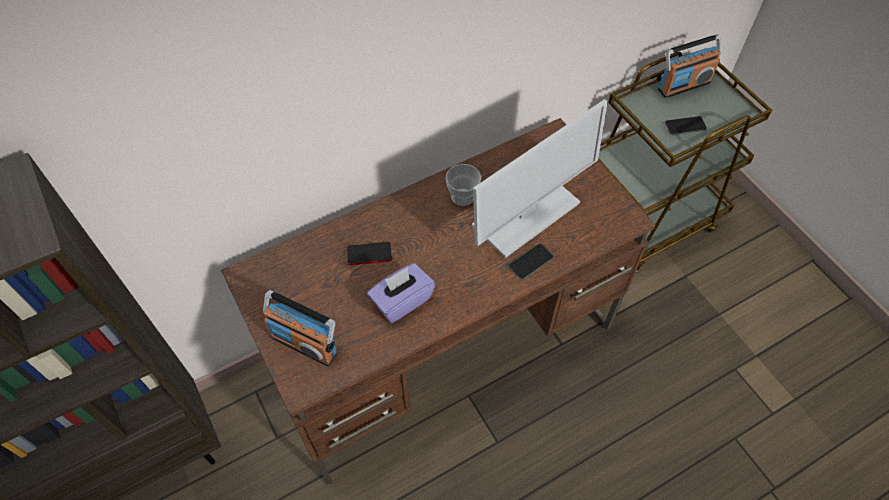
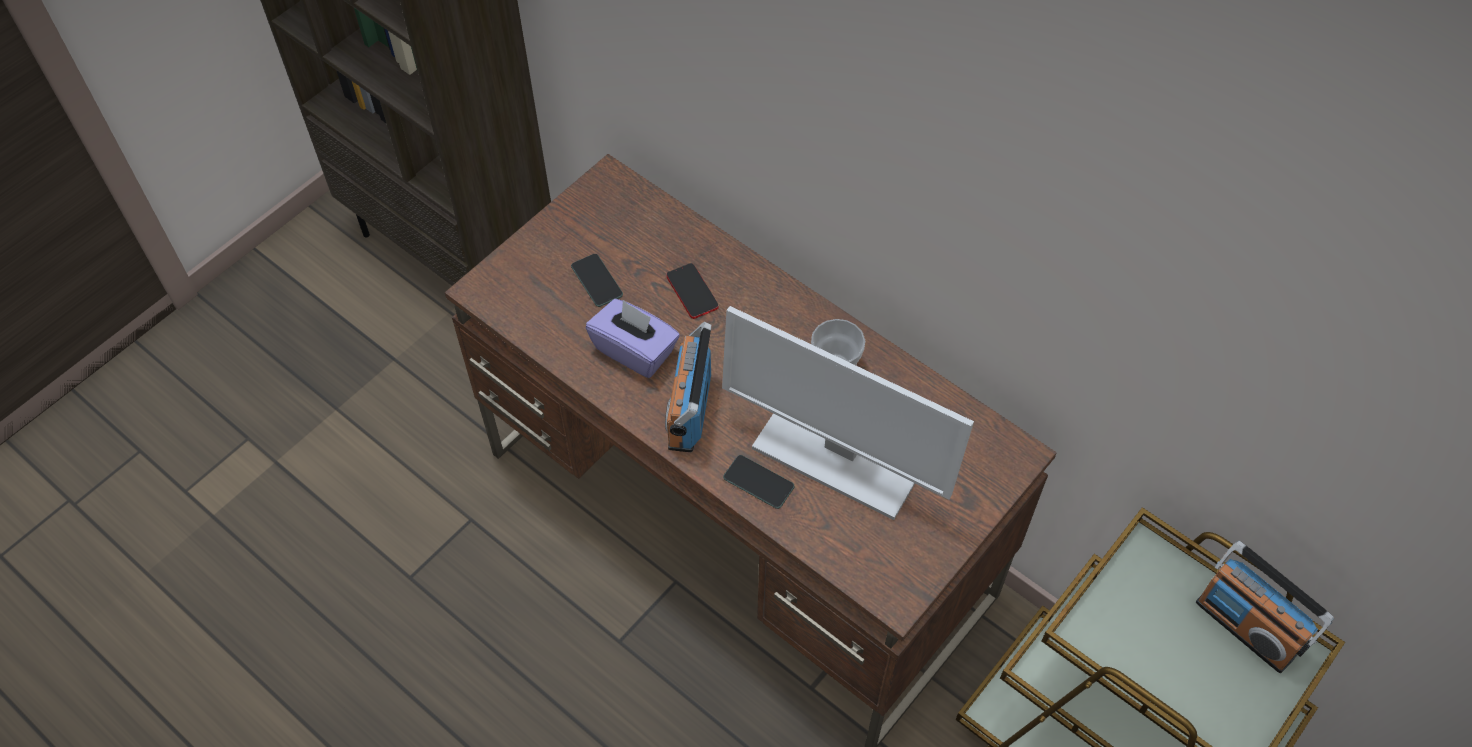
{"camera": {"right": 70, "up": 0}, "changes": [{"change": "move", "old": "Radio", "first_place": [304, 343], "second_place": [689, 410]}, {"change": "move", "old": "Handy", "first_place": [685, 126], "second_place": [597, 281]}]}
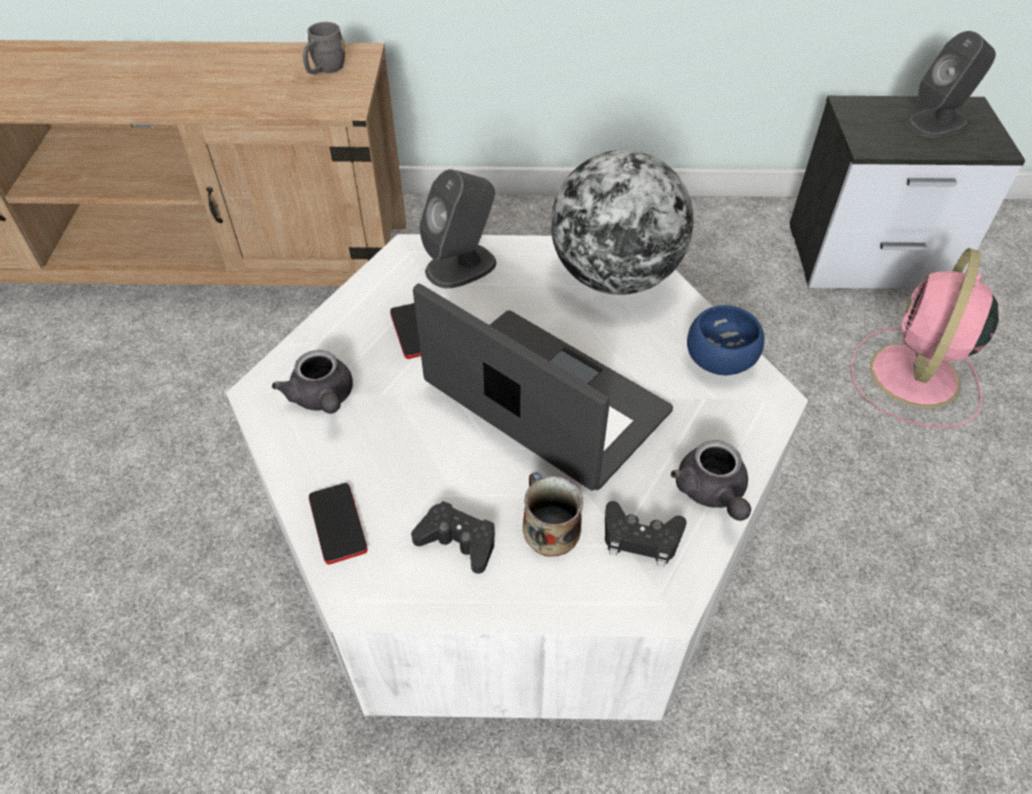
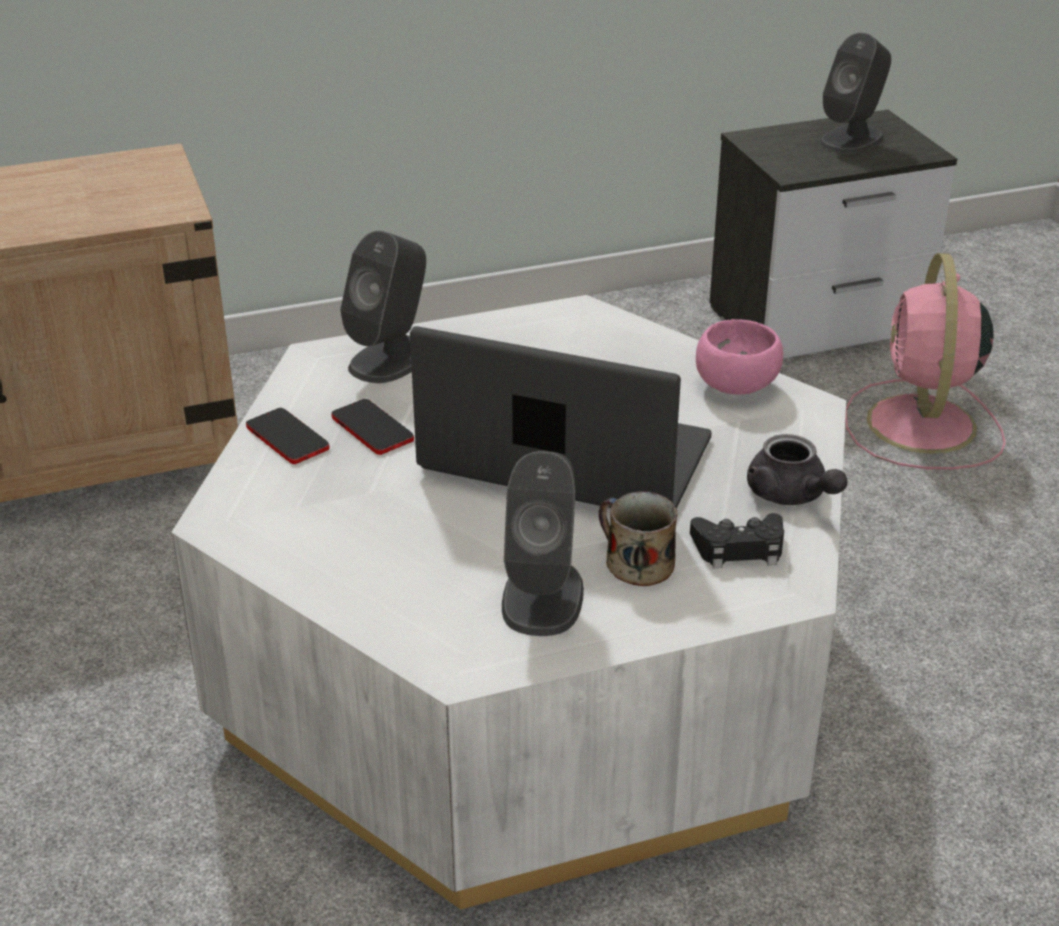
{"camera": {"right": -20, "up": -15}, "changes": [{"change": "delete", "old": "Teekanne/grau", "first_place": [323, 399]}, {"change": "delete", "old": "Henkelbecher/grau", "first_place": [325, 70]}, {"change": "delete", "old": "Globus", "first_place": [615, 277]}, {"change": "move", "old": "Handy", "first_place": [338, 523], "second_place": [287, 438]}, {"change": "replace", "old": "Gamepad/schwarz", "new": "Lautsprecher/grau", "first_place": [458, 541], "second_place": [542, 596]}, {"change": "recolor", "old": "Schüssel/blau", "new": "Schüssel/rosa", "first_place": [721, 361], "second_place": [738, 386]}]}
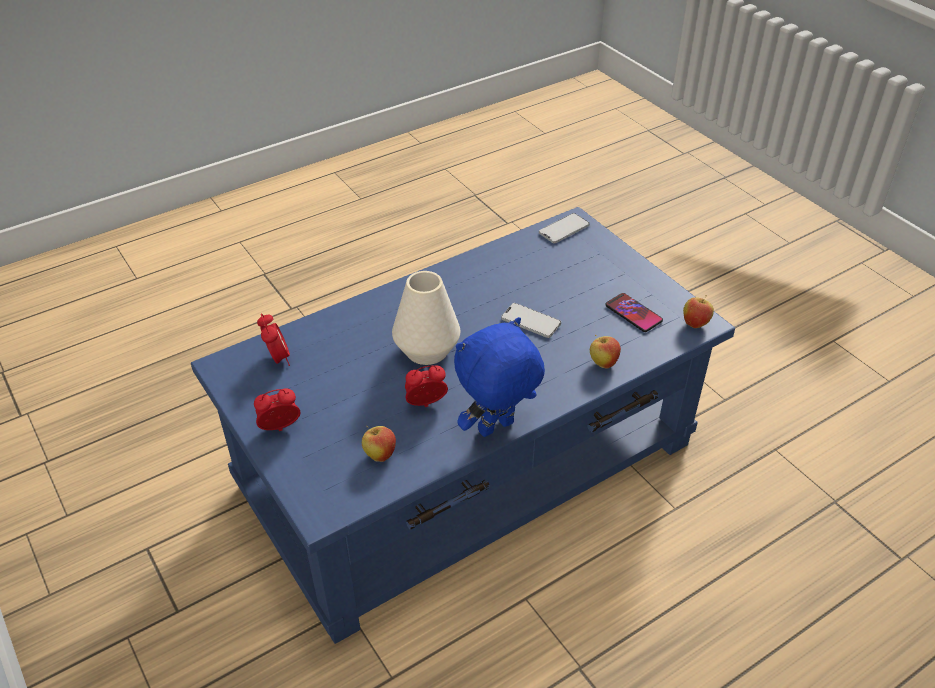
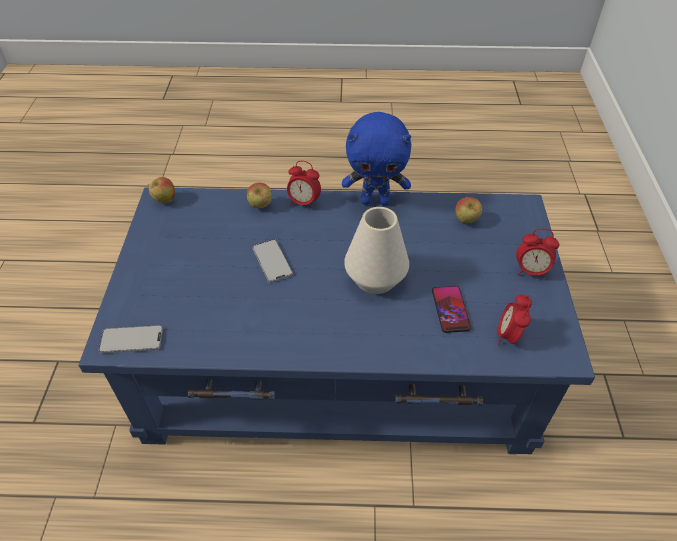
{"camera": {"right": -145, "up": 5}, "changes": [{"change": "move", "old": "Wecker", "first_place": [426, 405], "second_place": [304, 203]}, {"change": "move", "old": "Handy", "first_place": [633, 313], "second_place": [450, 309]}]}
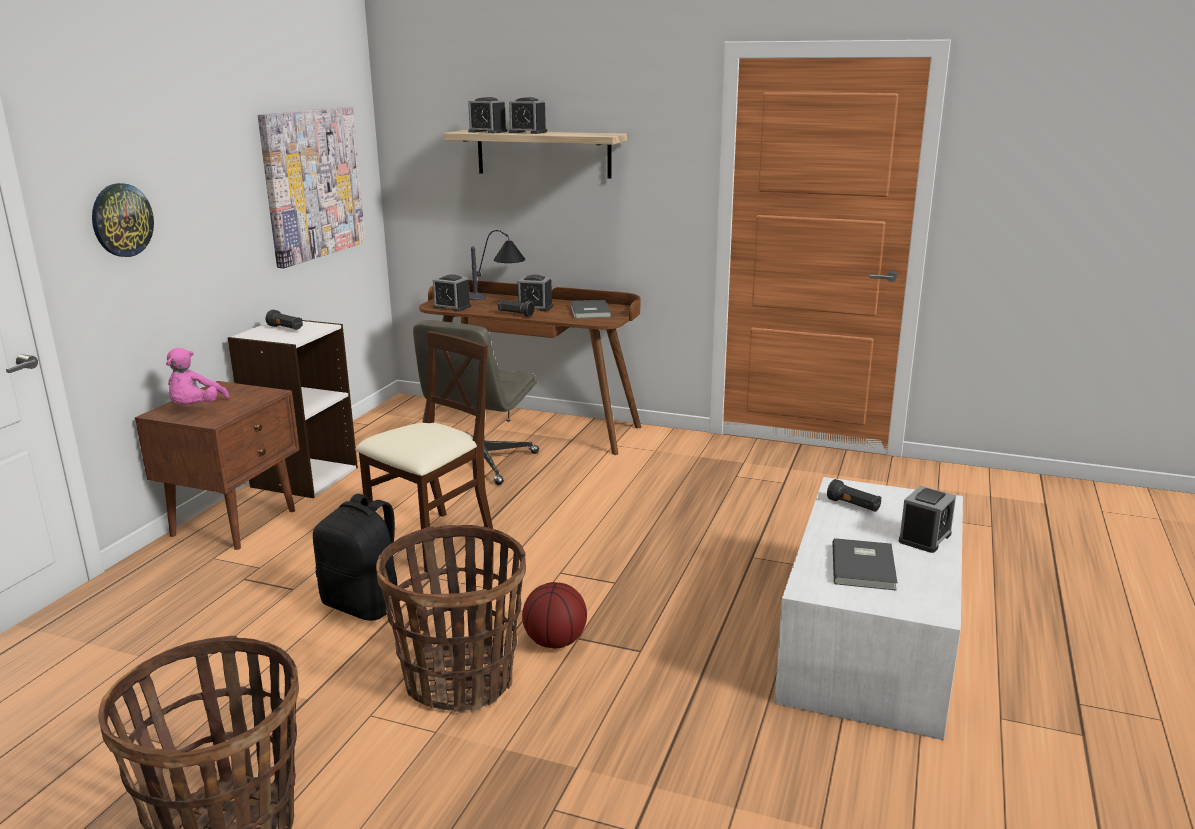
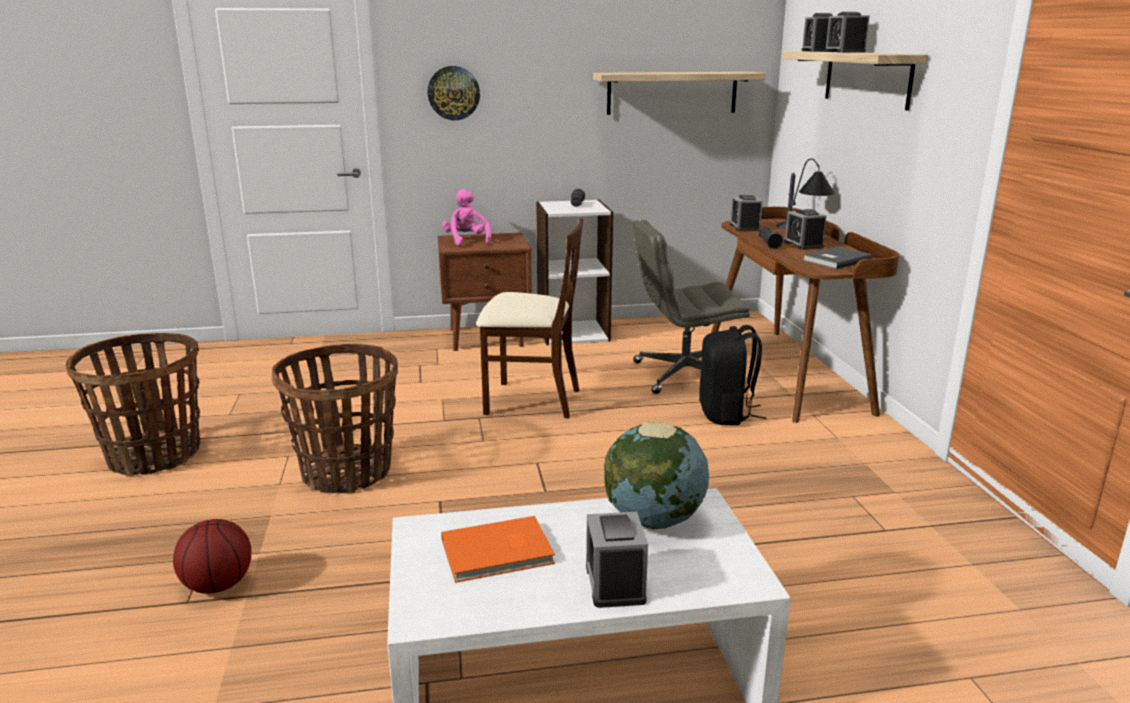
{"camera": {"right": 60, "up": 0}, "changes": [{"change": "move", "old": "Rucksack/schwarz", "first_place": [365, 605], "second_place": [726, 414]}, {"change": "move", "old": "Basketball", "first_place": [554, 642], "second_place": [217, 585]}, {"change": "replace", "old": "Bild", "new": "Wandregal", "first_place": [312, 184], "second_place": [672, 93]}, {"change": "replace", "old": "Taschenlampe/schwarz", "new": "Globus", "first_place": [853, 506], "second_place": [654, 520]}, {"change": "recolor", "old": "Buch/grau", "new": "Buch/orange", "first_place": [865, 566], "second_place": [499, 553]}, {"change": "rotate", "old": "Plüschtier/rosa", "first_place": [195, 408], "second_place": [466, 241], "degrees": 90}, {"change": "rotate", "old": "Wecker", "first_place": [924, 538], "second_place": [615, 583], "degrees": 75}]}
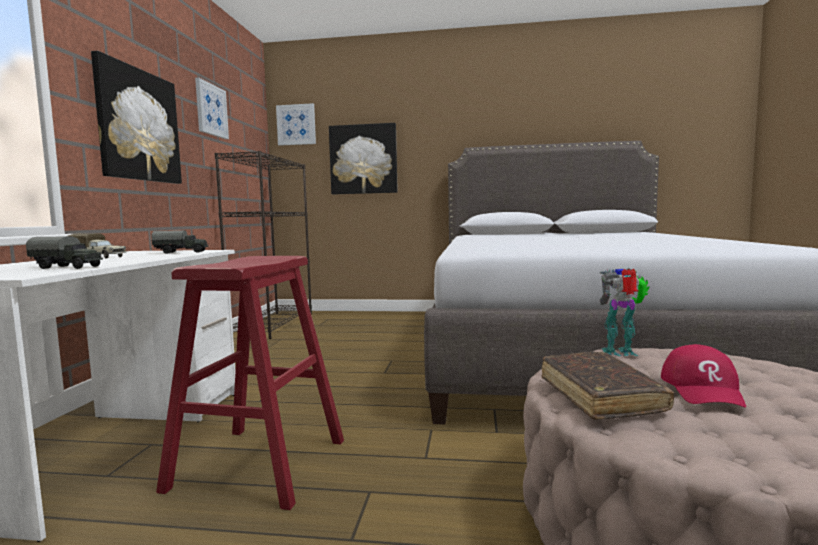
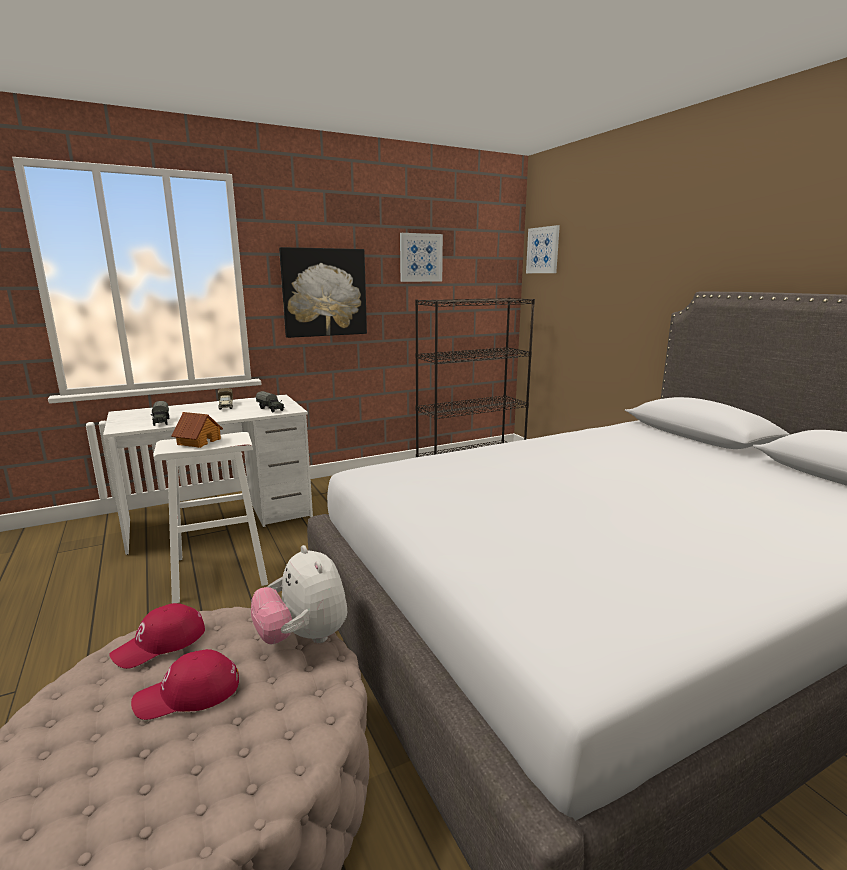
{"camera": {"right": 55, "up": 10}, "changes": [{"change": "delete", "old": "Bild", "first_place": [363, 159]}, {"change": "insert", "new": "Spielzeughaus", "second_place": [198, 441]}, {"change": "replace", "old": "Buch/braun", "new": "Kappe/rot", "first_place": [600, 395], "second_place": [160, 643]}, {"change": "replace", "old": "Spielzeugroboter", "new": "Plüschtier", "first_place": [621, 353], "second_place": [303, 637]}, {"change": "recolor", "old": "Hocker/rot", "new": "Hocker/weiß", "first_place": [259, 464], "second_place": [219, 571]}]}
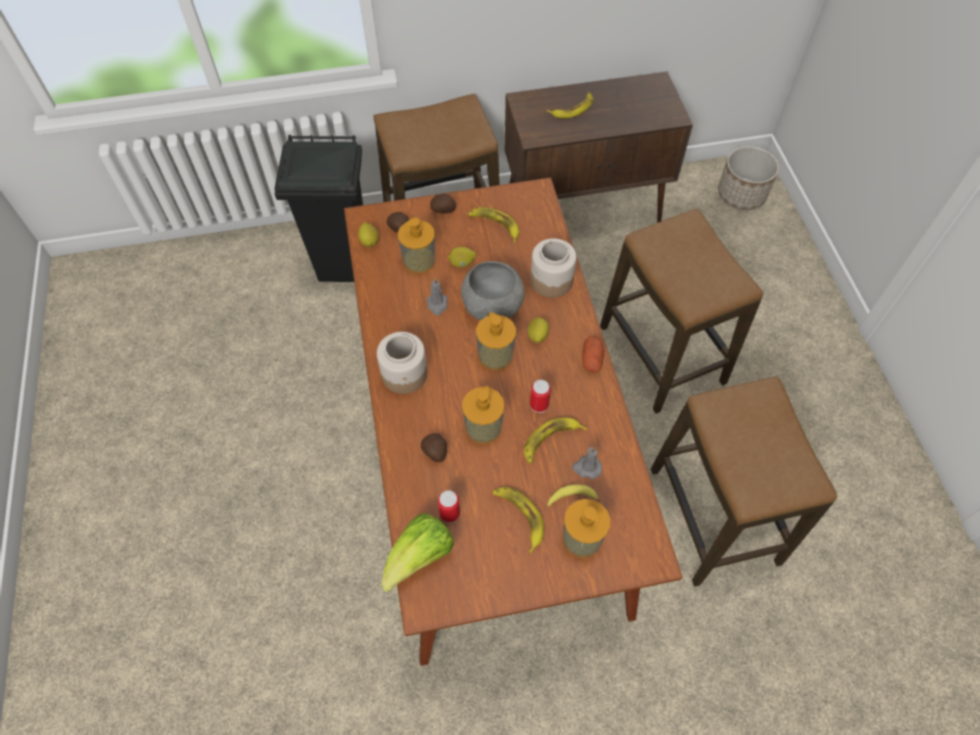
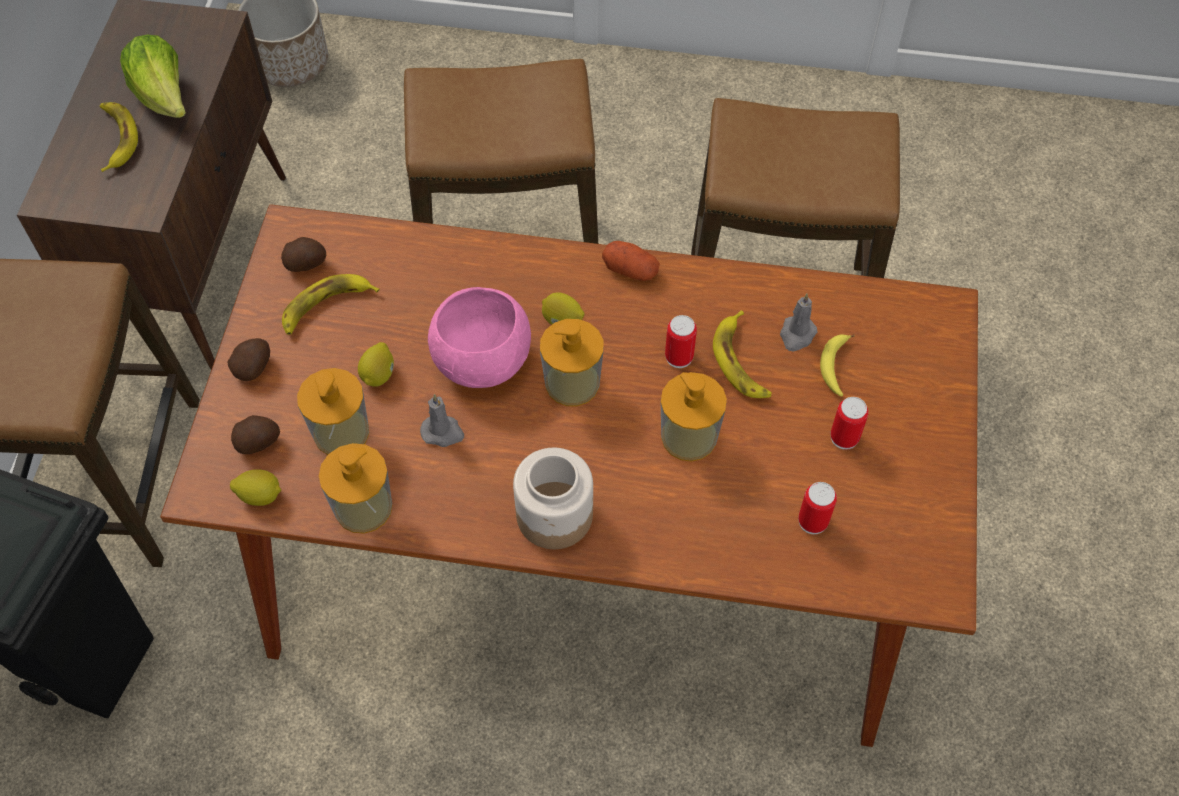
{"camera": {"right": -70, "up": 0}, "changes": [{"change": "delete", "old": "Vorratsglas", "first_place": [551, 280]}, {"change": "move", "old": "Salatkopf", "first_place": [419, 557], "second_place": [164, 98]}, {"change": "move", "old": "Kartoffel", "first_place": [435, 452], "second_place": [306, 264]}, {"change": "move", "old": "Seifenspender", "first_place": [582, 538], "second_place": [363, 507]}, {"change": "replace", "old": "Banane", "new": "Dose", "first_place": [519, 517], "second_place": [844, 437]}, {"change": "recolor", "old": "Schüssel/grau", "new": "Schüssel/rosa", "first_place": [492, 307], "second_place": [483, 359]}]}
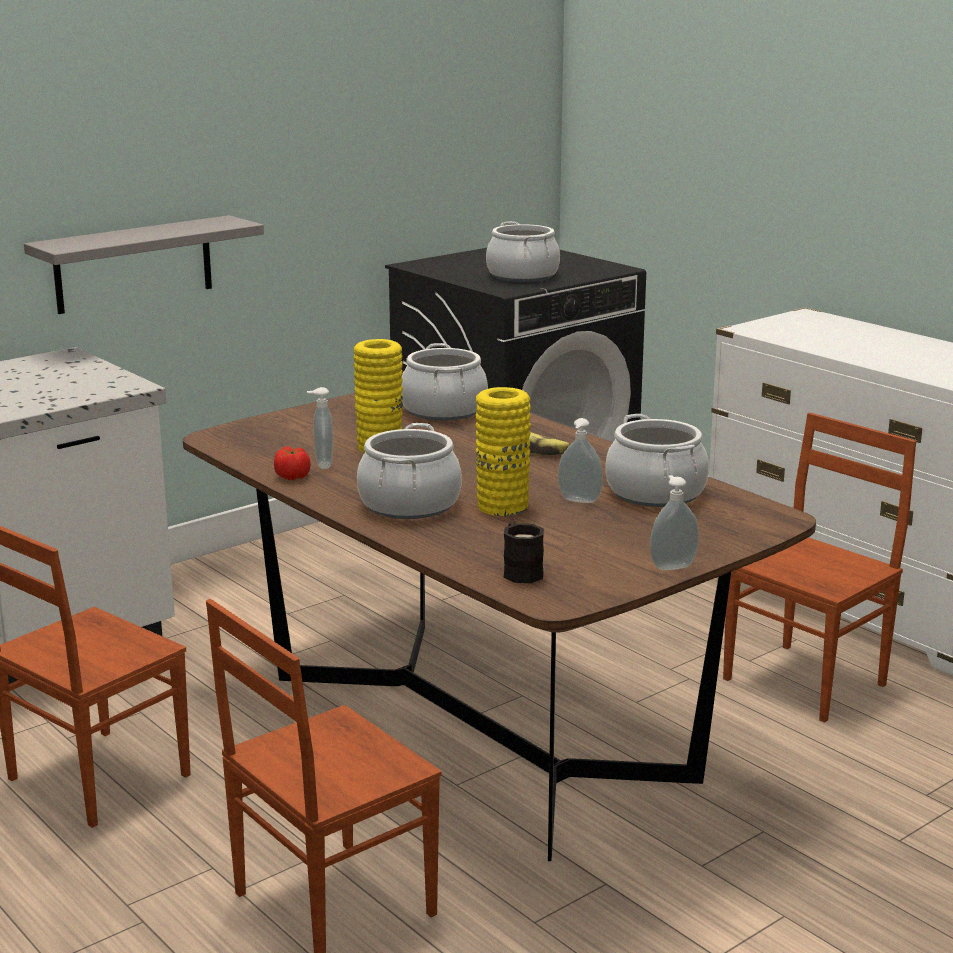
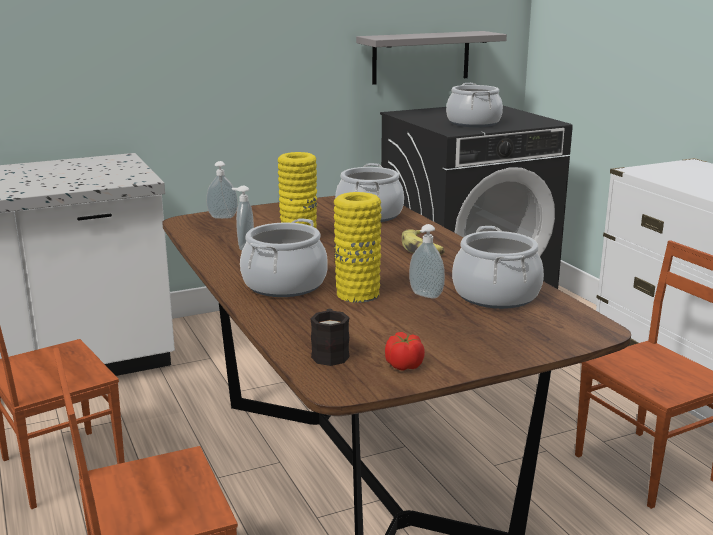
{"camera": {"right": 15, "up": 0}, "changes": [{"change": "move", "old": "Wandregal/grau", "first_place": [134, 264], "second_place": [421, 57]}, {"change": "move", "old": "Tomate", "first_place": [292, 477], "second_place": [404, 365]}, {"change": "move", "old": "Seifenspender", "first_place": [672, 566], "second_place": [223, 217]}]}
